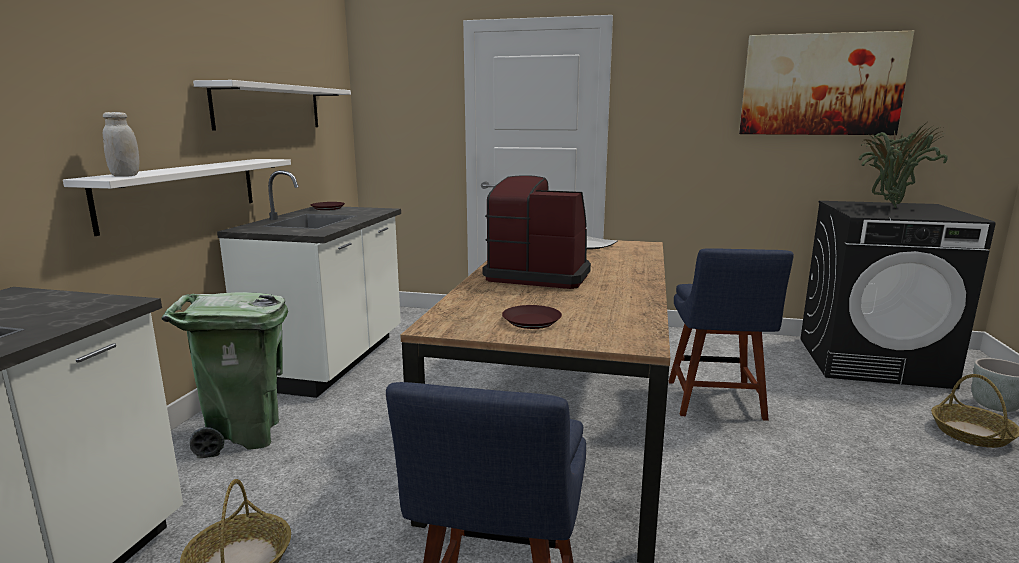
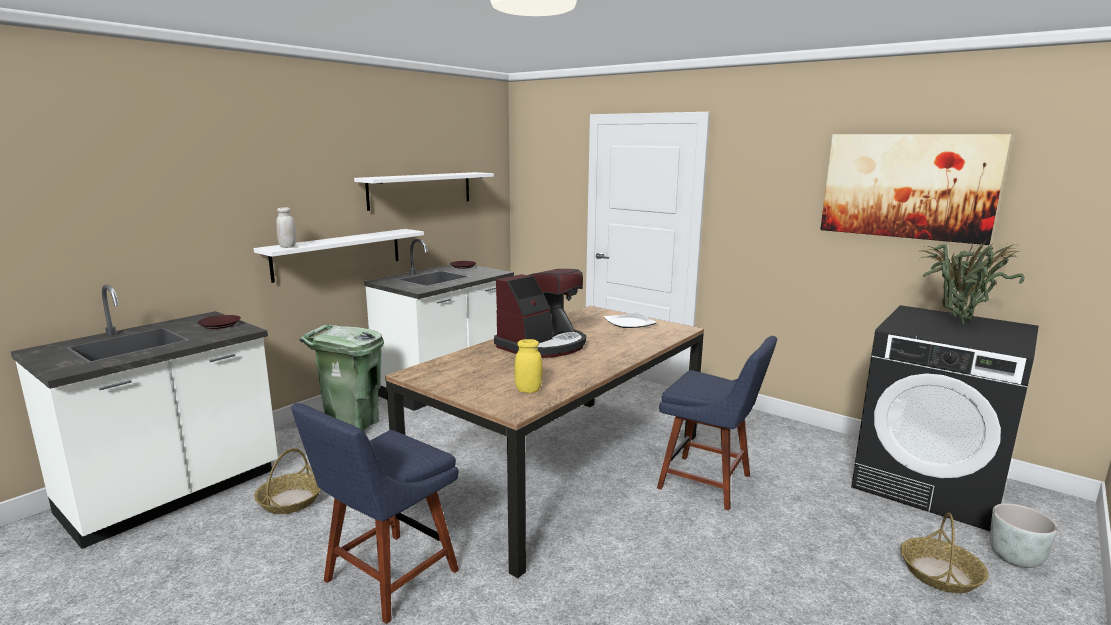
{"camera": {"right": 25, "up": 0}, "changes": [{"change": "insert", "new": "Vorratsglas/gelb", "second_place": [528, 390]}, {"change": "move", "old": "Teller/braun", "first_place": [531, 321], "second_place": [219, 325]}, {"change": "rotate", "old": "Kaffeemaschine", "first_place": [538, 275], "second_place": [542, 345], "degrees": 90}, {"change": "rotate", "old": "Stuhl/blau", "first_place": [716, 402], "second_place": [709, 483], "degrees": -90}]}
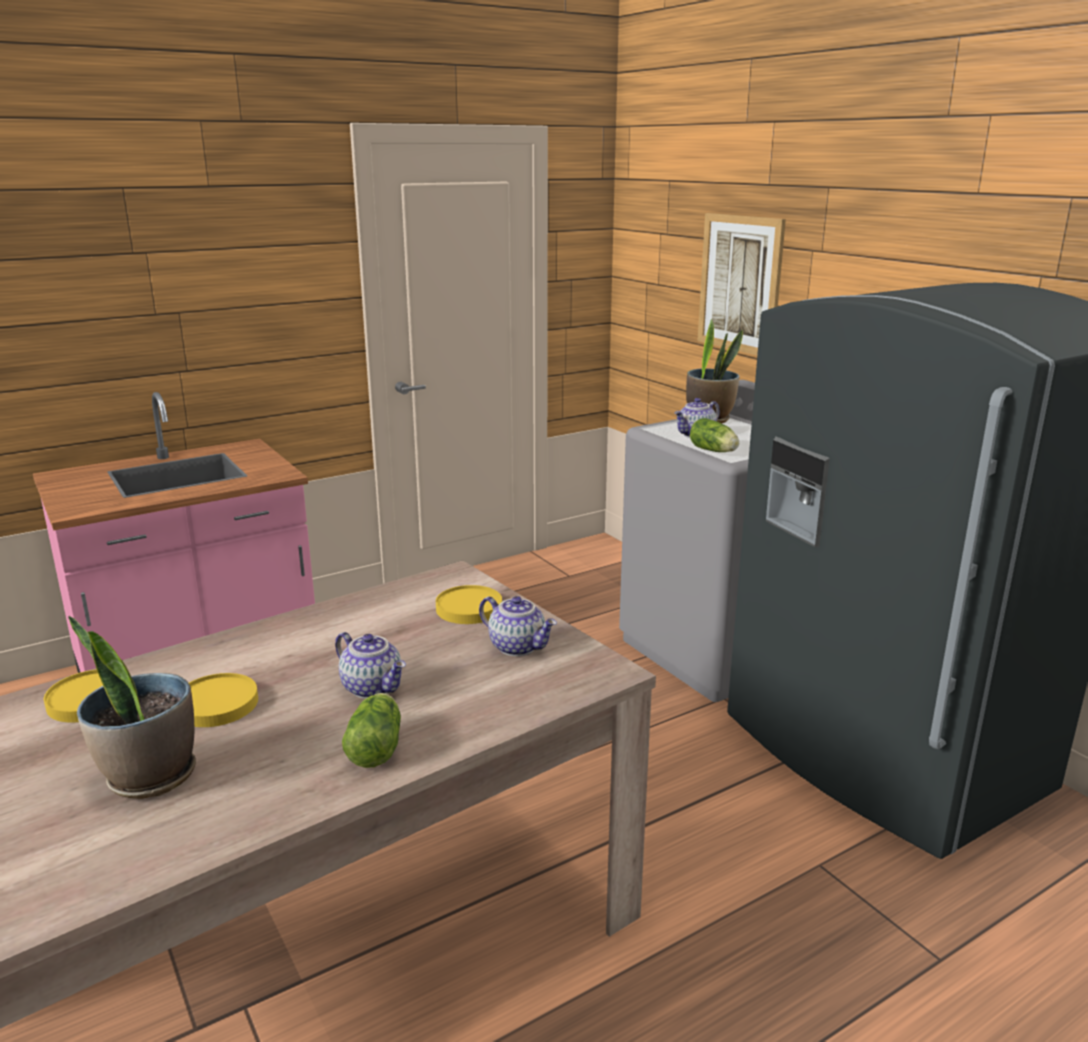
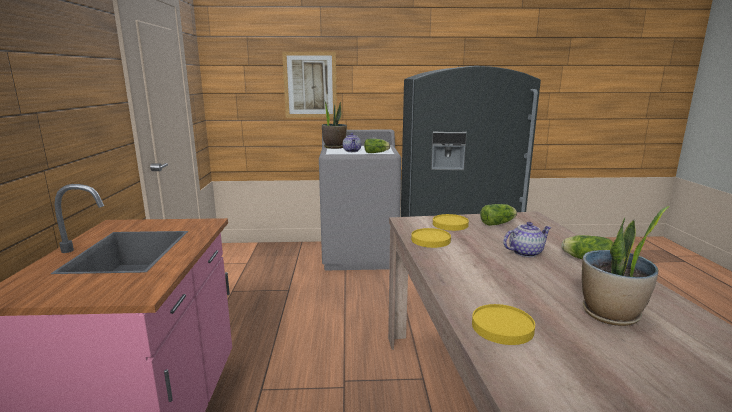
{"camera": {"right": -60, "up": -5}, "changes": [{"change": "move", "old": "Teller/gelb", "first_place": [216, 704], "second_place": [430, 240]}, {"change": "replace", "old": "Teekanne", "new": "Salatkopf", "first_place": [518, 646], "second_place": [498, 223]}]}
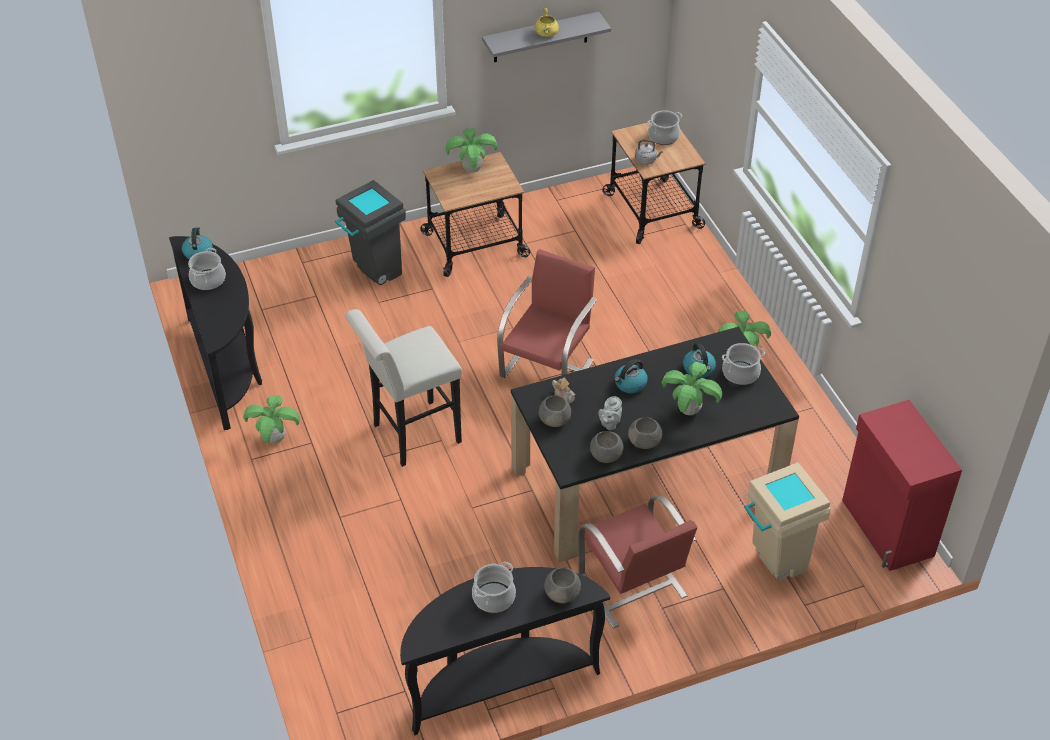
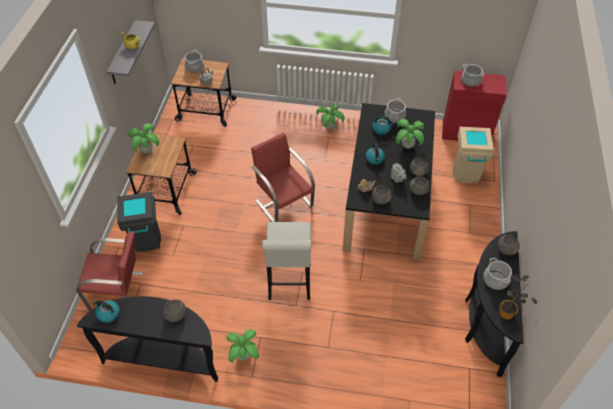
{"camera": {"right": -60, "up": 5}, "changes": [{"change": "insert", "new": "Schüssel/grau", "second_place": [175, 315]}, {"change": "insert", "new": "Topfpflanze", "second_place": [508, 314]}, {"change": "move", "old": "Kochtopf", "first_place": [208, 280], "second_place": [470, 81]}, {"change": "move", "old": "Stuhl/rot", "first_place": [633, 587], "second_place": [119, 292]}]}
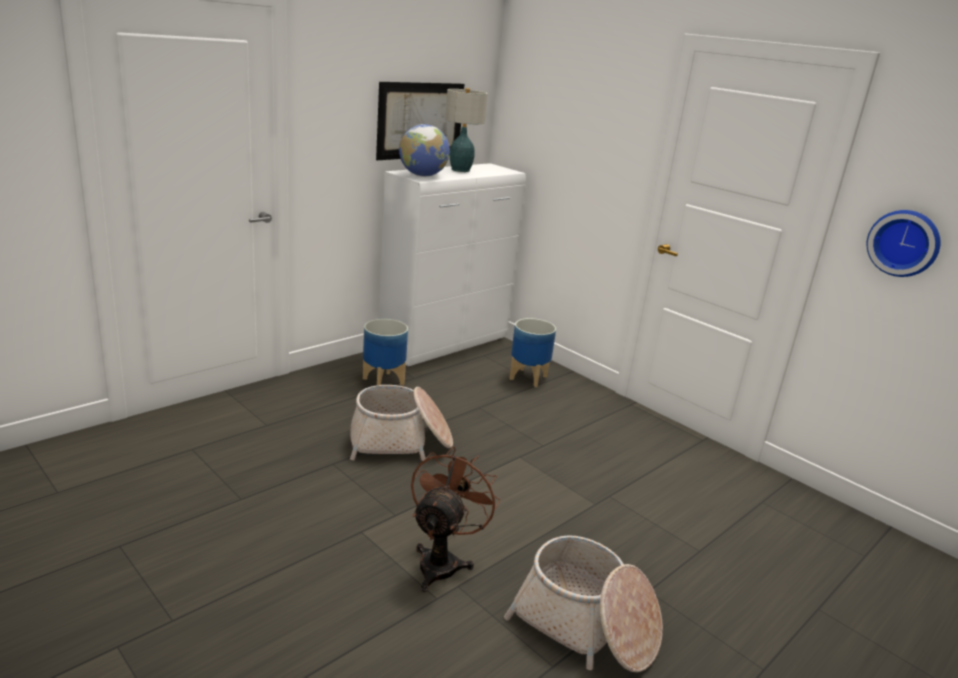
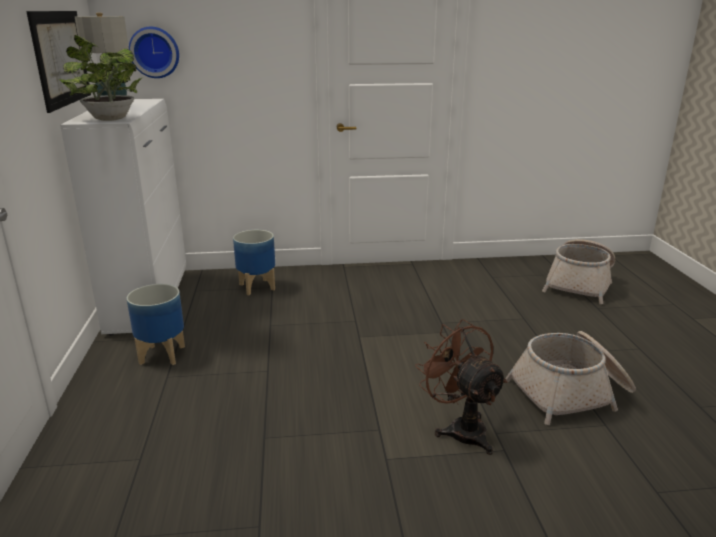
{"camera": {"right": -50, "up": 0}, "changes": [{"change": "move", "old": "Korb", "first_place": [400, 441], "second_place": [579, 284]}, {"change": "move", "old": "Wanduhr", "first_place": [904, 242], "second_place": [155, 52]}, {"change": "replace", "old": "Globus", "new": "Topfpflanze", "first_place": [422, 176], "second_place": [108, 118]}]}
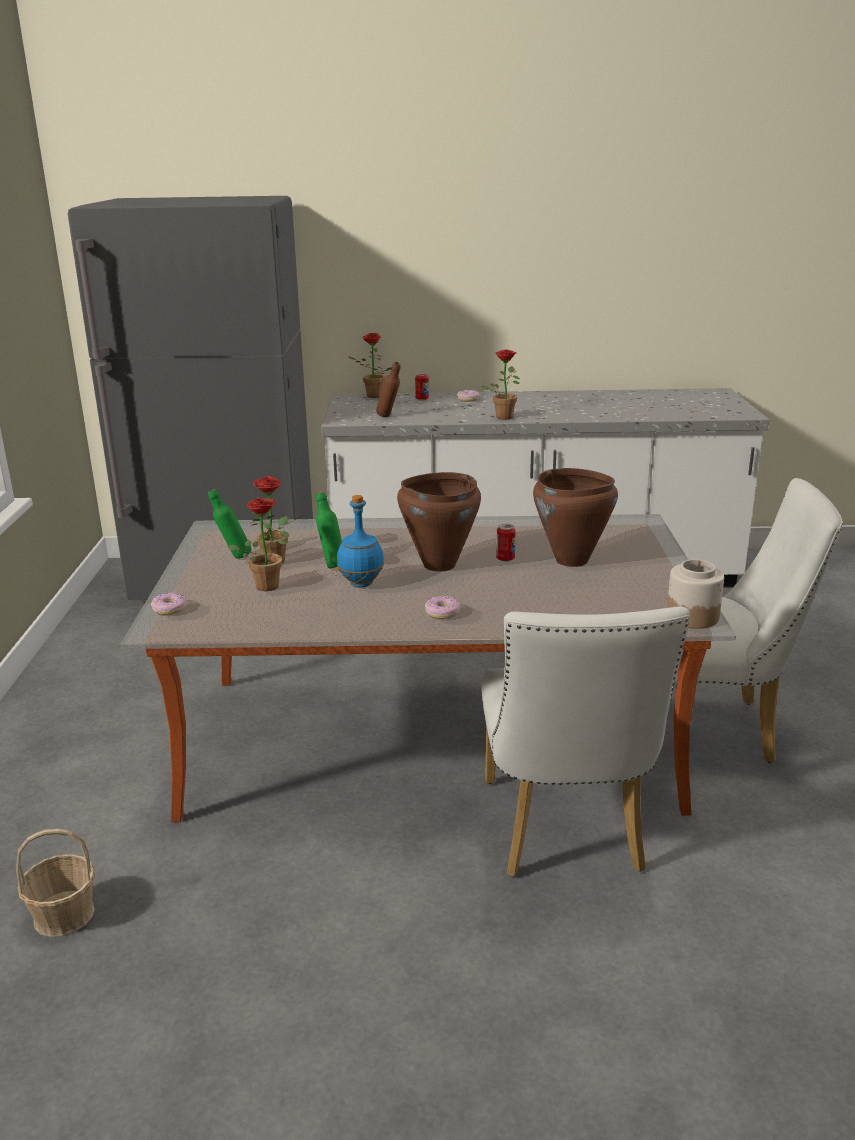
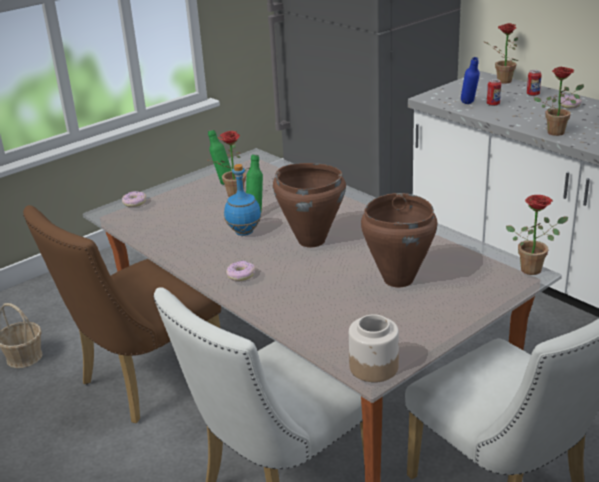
{"camera": {"right": 50, "up": 5}, "changes": [{"change": "insert", "new": "Stuhl/braun", "second_place": [144, 382]}, {"change": "move", "old": "Topfpflanze", "first_place": [269, 584], "second_place": [534, 268]}, {"change": "move", "old": "Dose", "first_place": [505, 559], "second_place": [493, 104]}, {"change": "recolor", "old": "Flasche/braun", "new": "Flasche/blau", "first_place": [389, 417], "second_place": [469, 104]}]}
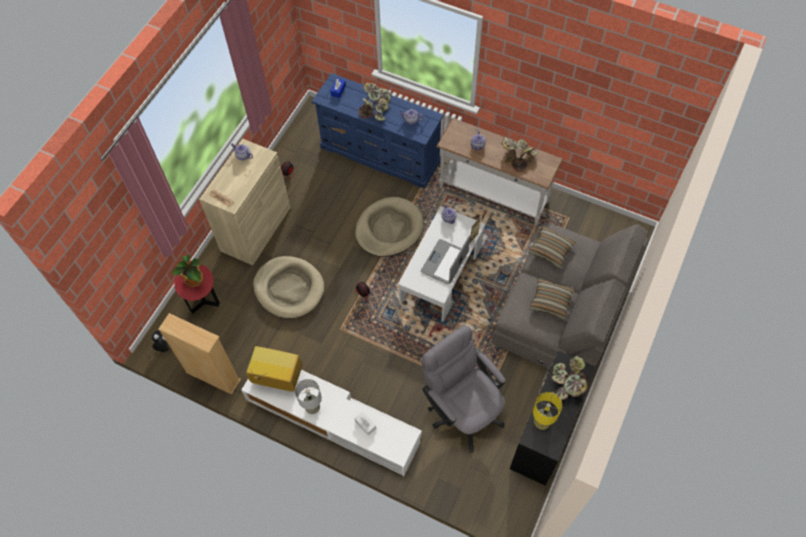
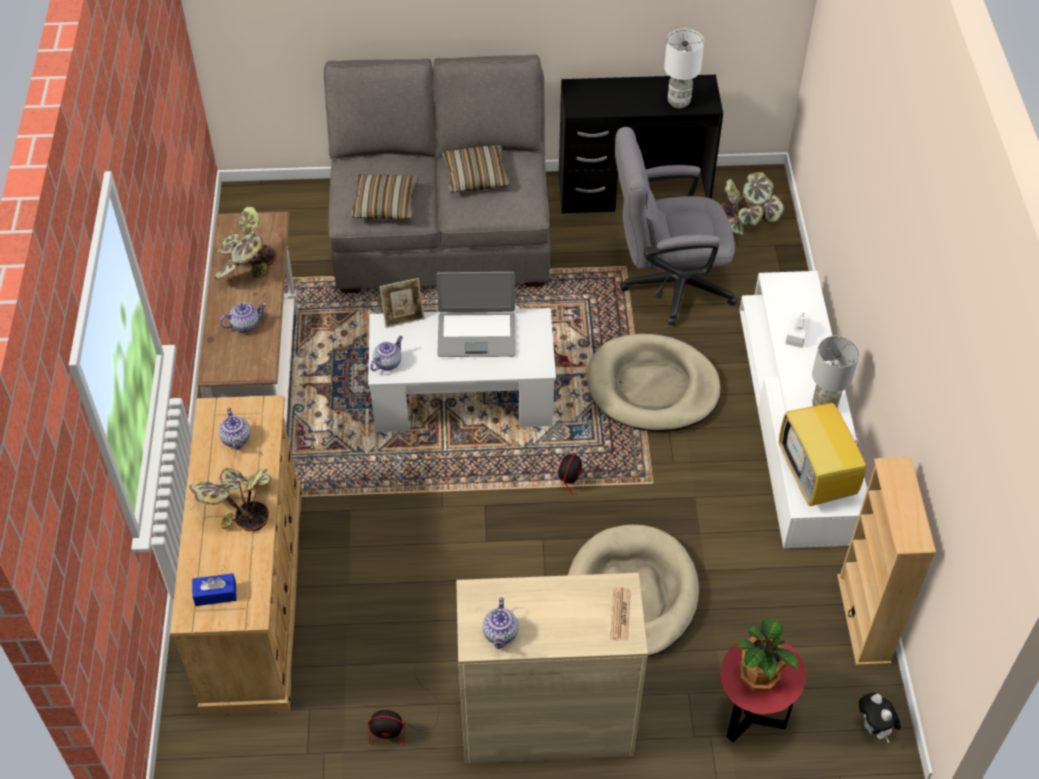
{"camera": {"right": -120, "up": -10}, "changes": [{"change": "move", "old": "Hundebett/beige", "first_place": [389, 229], "second_place": [652, 387]}, {"change": "move", "old": "Topfpflanze", "first_place": [566, 386], "second_place": [748, 218]}, {"change": "recolor", "old": "Kommode/blau", "new": "Kommode/beige", "first_place": [381, 154], "second_place": [253, 595]}, {"change": "recolor", "old": "Tischlampe/gelb", "new": "Tischlampe/weiß", "first_place": [541, 422], "second_place": [679, 102]}, {"change": "rotate", "old": "Bürostuhl/grau", "first_place": [462, 409], "second_place": [667, 285], "degrees": 60}]}
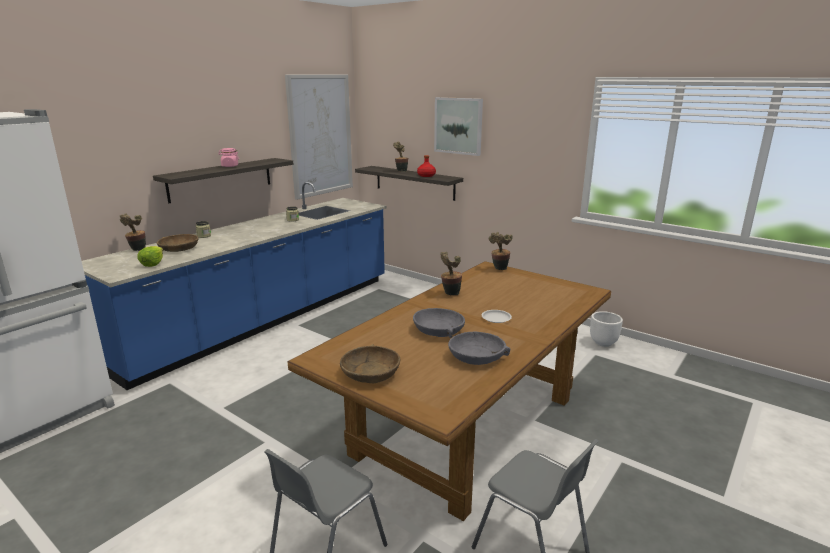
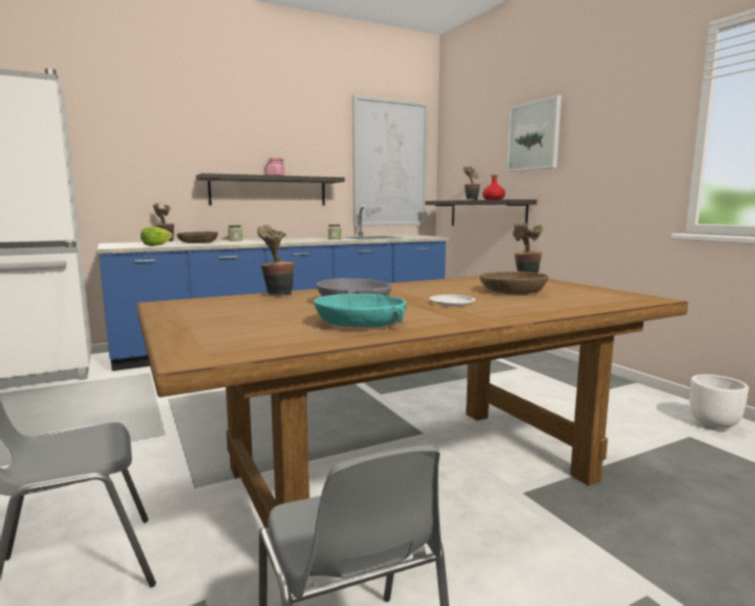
{"camera": {"right": 25, "up": -10}, "changes": [{"change": "move", "old": "Schüssel/braun", "first_place": [370, 372], "second_place": [512, 291]}, {"change": "move", "old": "Topfpflanze", "first_place": [450, 294], "second_place": [277, 294]}, {"change": "recolor", "old": "Schüssel/grau", "new": "Schüssel/türkis", "first_place": [477, 356], "second_place": [361, 323]}]}
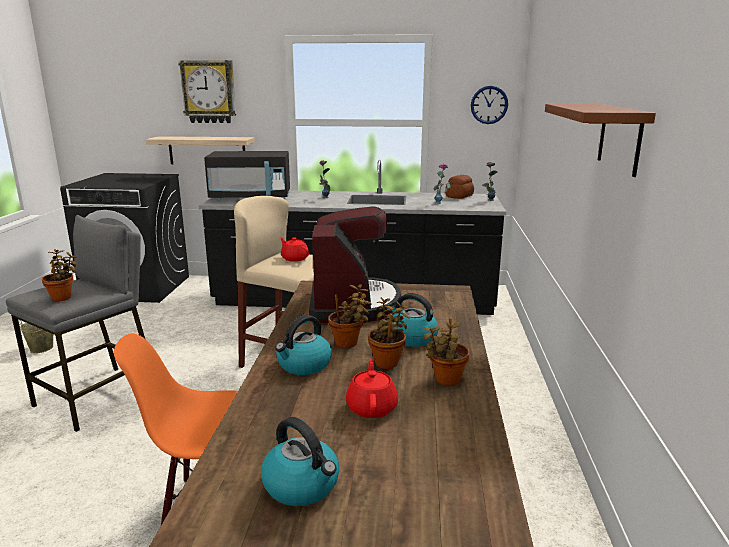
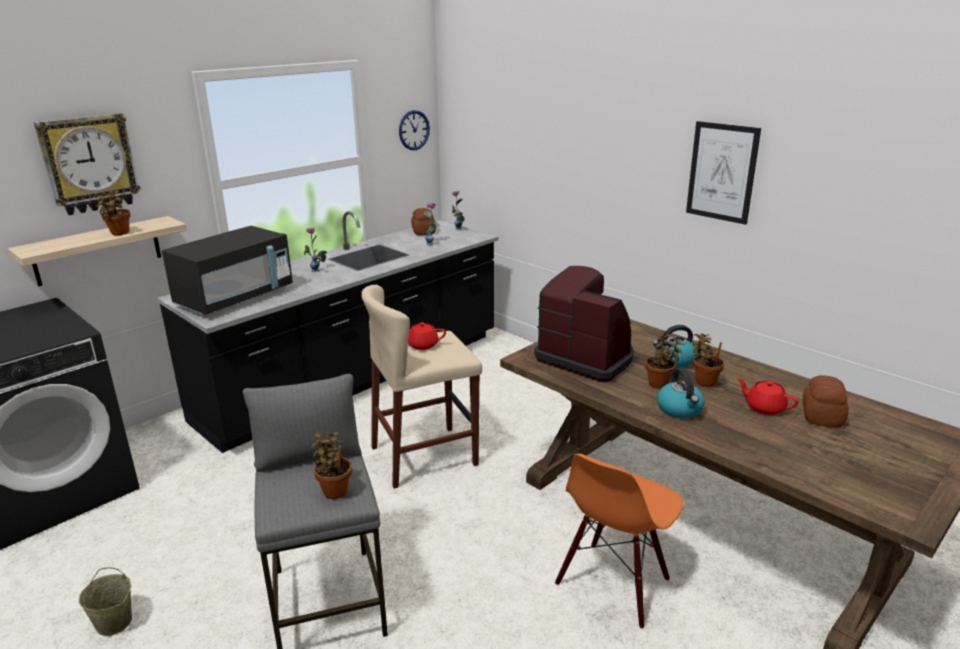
{"camera": {"right": -50, "up": 5}, "changes": [{"change": "delete", "old": "Wasserkessel", "first_place": [302, 485]}, {"change": "insert", "new": "Brot", "second_place": [822, 415]}, {"change": "move", "old": "Topfpflanze", "first_place": [445, 381], "second_place": [119, 233]}, {"change": "replace", "old": "Wandregal/braun", "new": "Bild", "first_place": [620, 138], "second_place": [722, 172]}]}
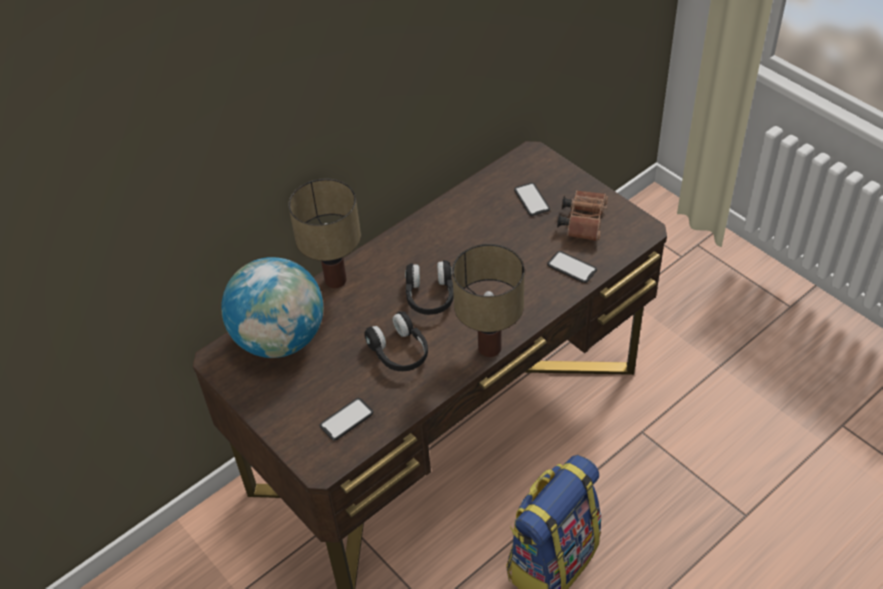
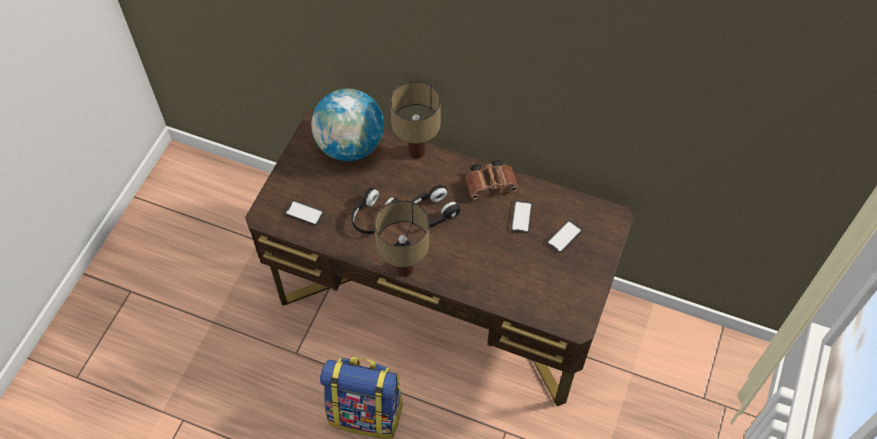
{"camera": {"right": 60, "up": 10}, "changes": [{"change": "move", "old": "Handy", "first_place": [572, 267], "second_place": [521, 217]}, {"change": "move", "old": "Fernglas/braun", "first_place": [583, 221], "second_place": [492, 185]}]}
